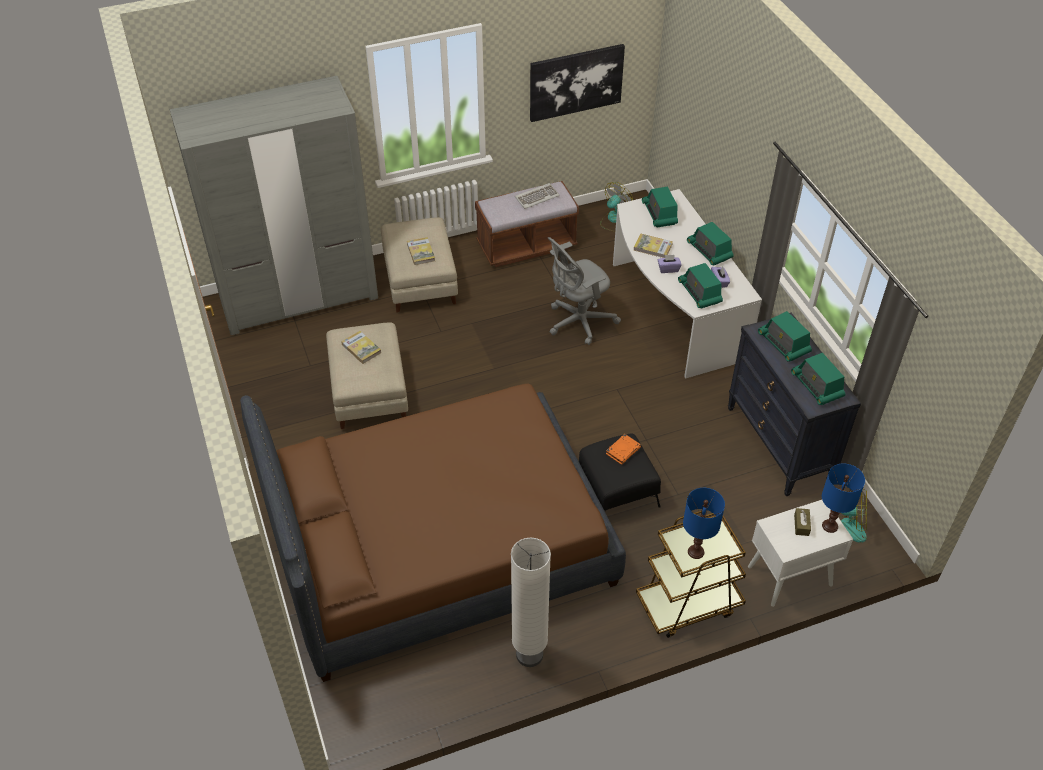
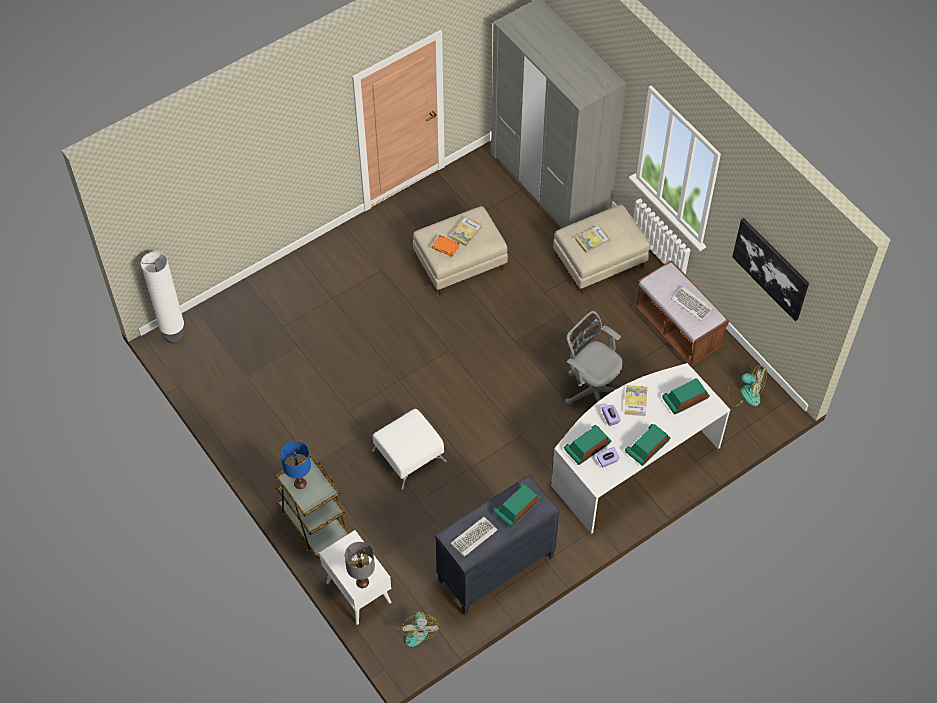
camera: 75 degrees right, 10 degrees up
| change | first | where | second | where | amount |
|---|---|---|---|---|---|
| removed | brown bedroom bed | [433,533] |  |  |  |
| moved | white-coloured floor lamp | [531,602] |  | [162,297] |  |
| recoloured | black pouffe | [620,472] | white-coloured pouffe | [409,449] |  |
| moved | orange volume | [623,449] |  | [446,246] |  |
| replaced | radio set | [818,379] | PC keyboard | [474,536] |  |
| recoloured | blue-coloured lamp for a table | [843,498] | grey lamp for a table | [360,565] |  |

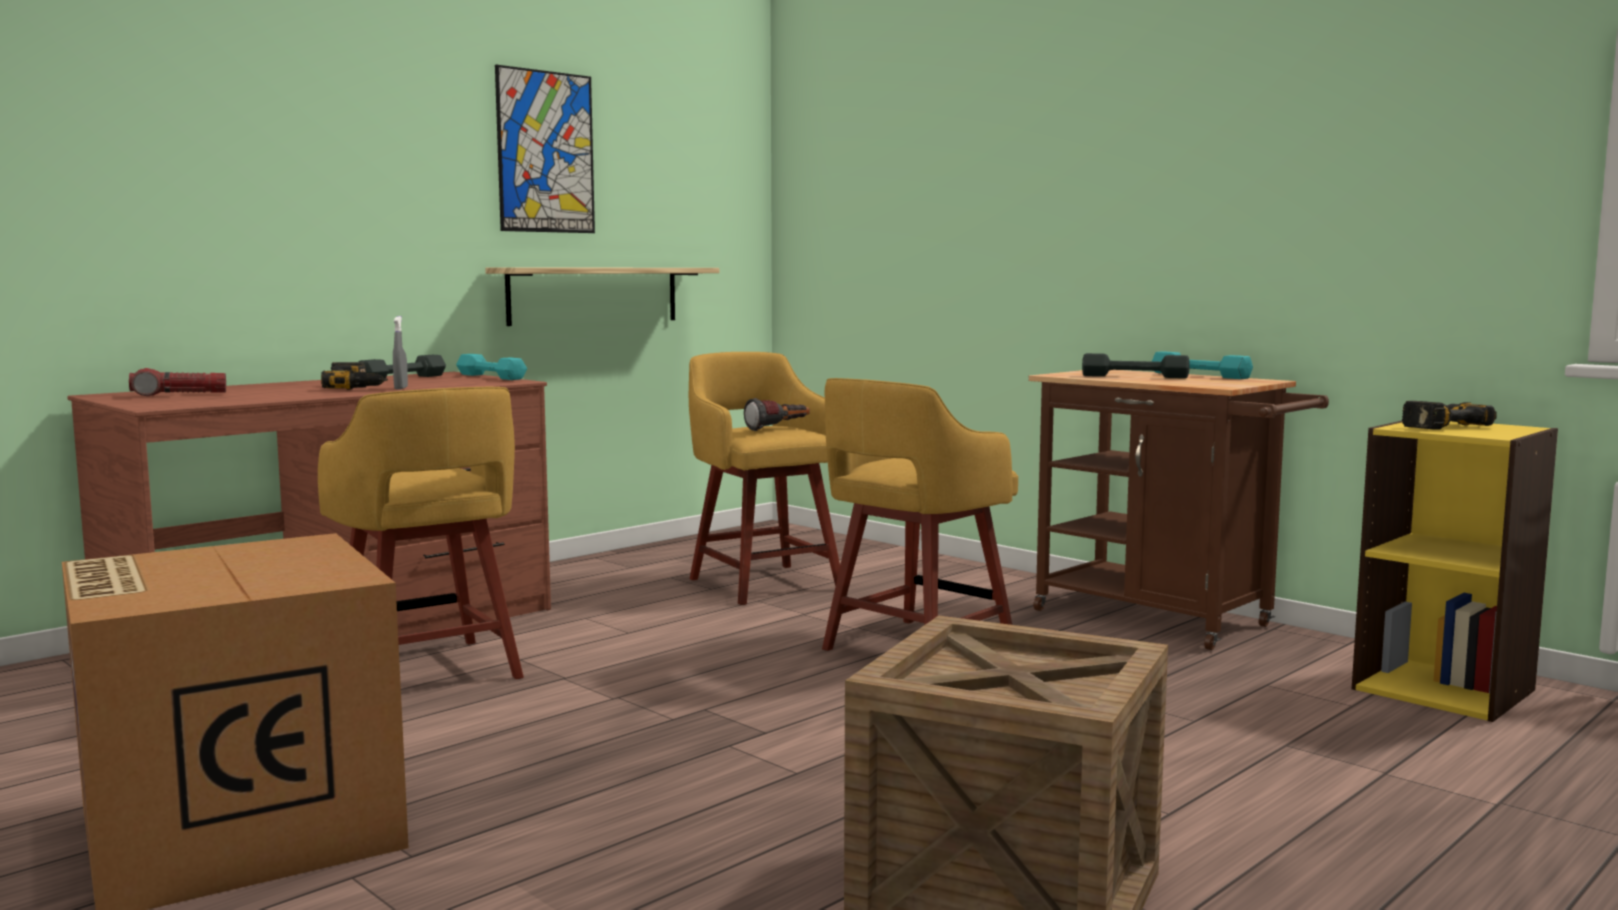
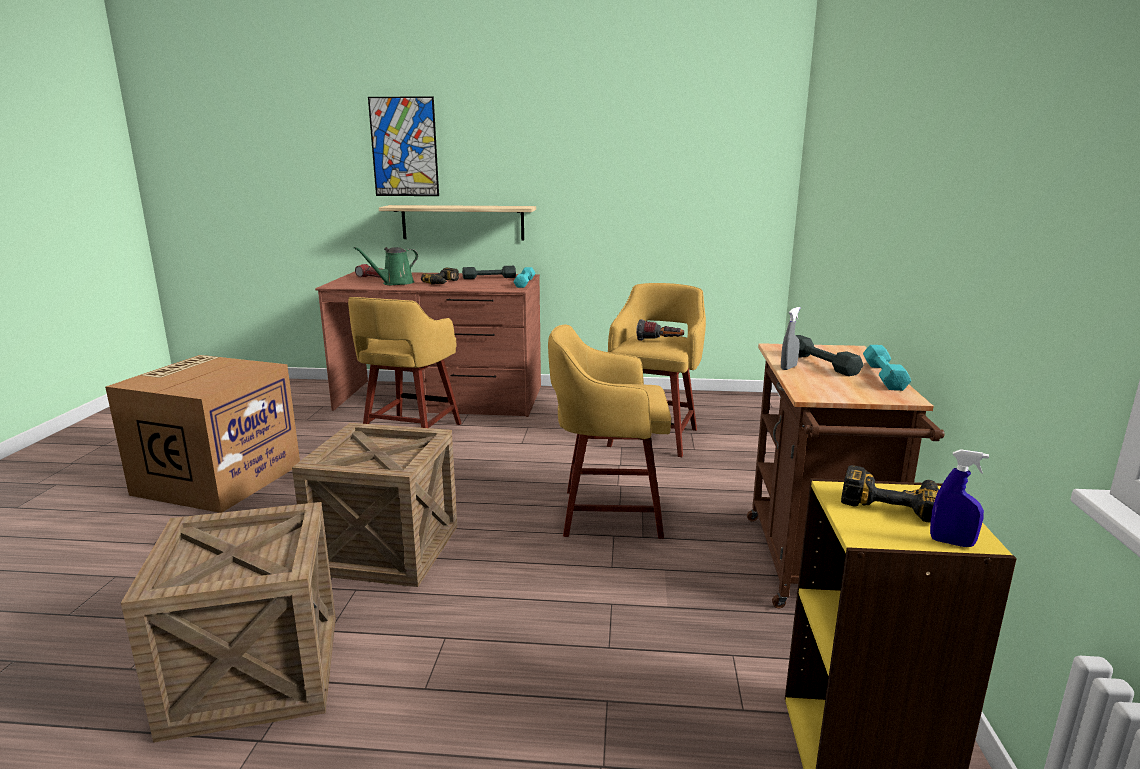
camera: 50 degrees right, 10 degrees up
| change | first | where | second | where | amount |
|---|---|---|---|---|---|
| moved | grey spray bottle | [400,353] |  | [791,338] |  |
| moved | bracket shelf | [602,296] |  | [457,223] |  |
| moved | picture | [545,149] |  | [403,146] |  |
| added |  |  | crate | [374,505] |  |
| added |  |  | greenish sprinkling can | [386,266] |  |
| added |  |  | blue-coloured spray bottle | [959,498] |  |

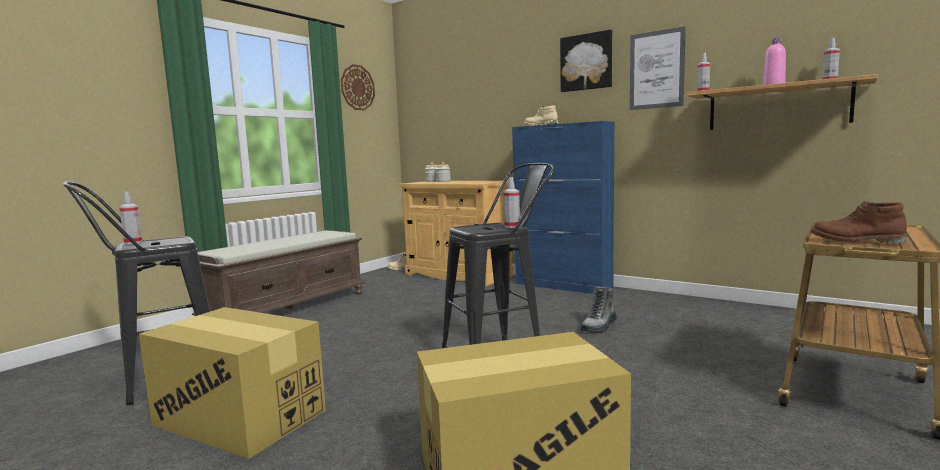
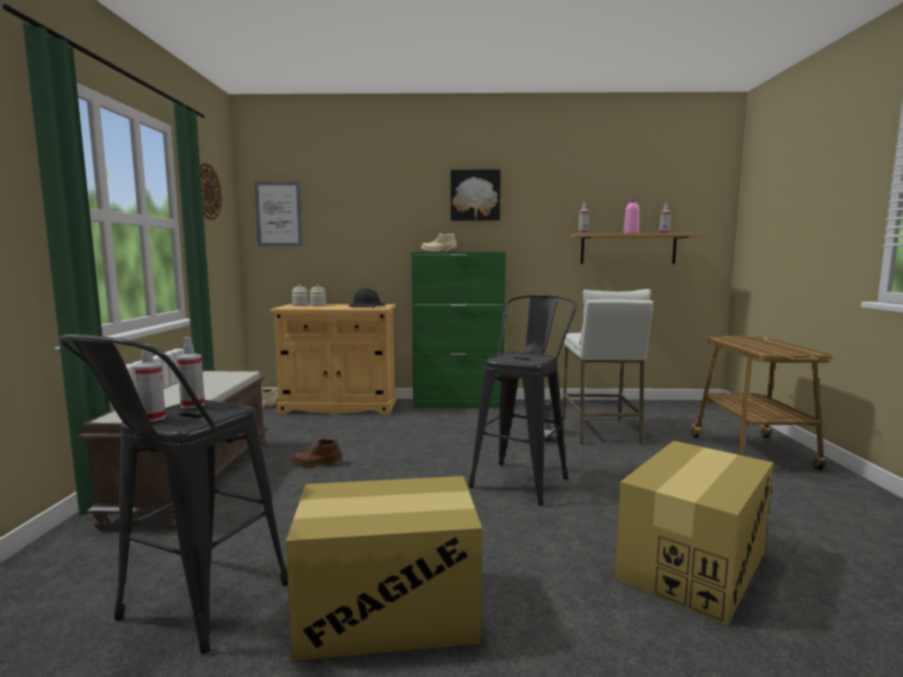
camera: 35 degrees left, 0 degrees up
| change | first | where | second | where | amount |
|---|---|---|---|---|---|
| moved | spray bottle | [512,202] |  | [191,373] |  |
| recoloured | blue-coloured cupboard | [563,207] | greenish cupboard | [458,330] |  |
| moved | picture | [658,68] |  | [278,214] |  |
| moved | brown tall boot | [859,222] |  | [317,453] |  |
| added |  |  | black hard hat | [367,298] |  |
| added |  |  | white-coloured stool seat | [607,366] |  |

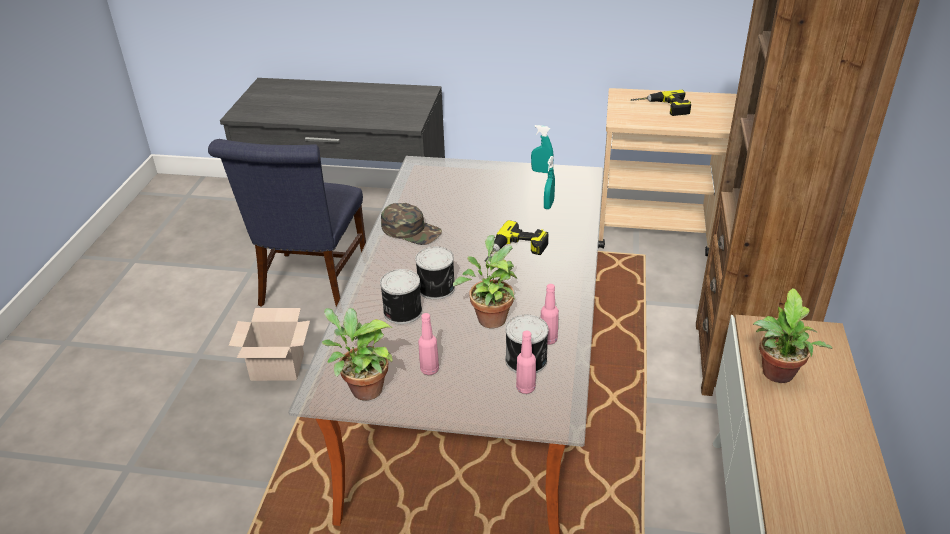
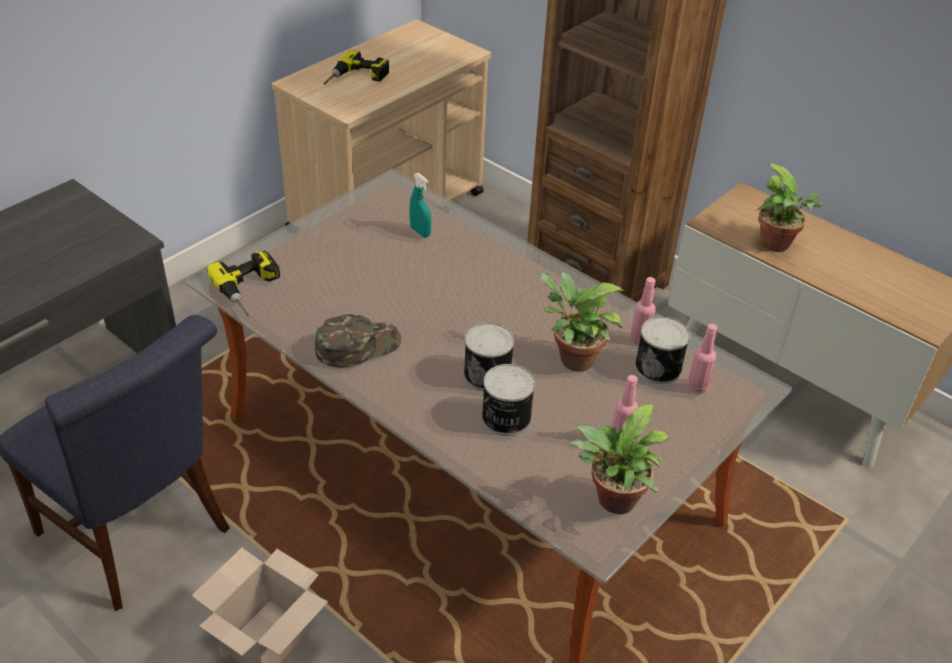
camera: 60 degrees left, 5 degrees up
| change | first | where | second | where | amount |
|---|---|---|---|---|---|
| moved | electric drill | [516,241] |  | [243,284] |  |
| removed | turquoise-coloured spray bottle | [542,149] |  |  |  |

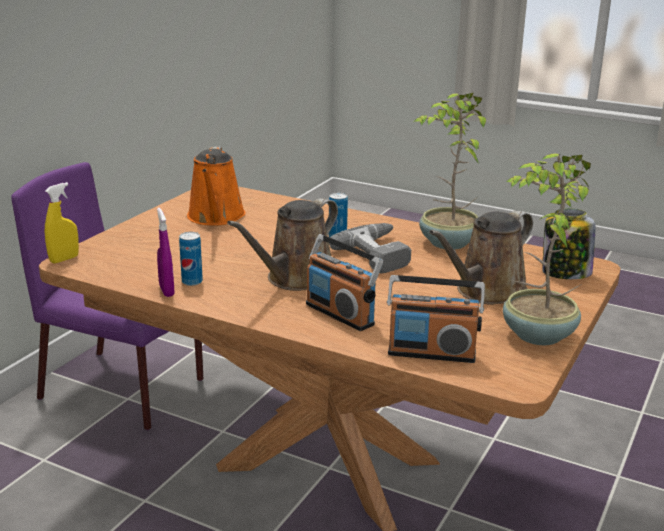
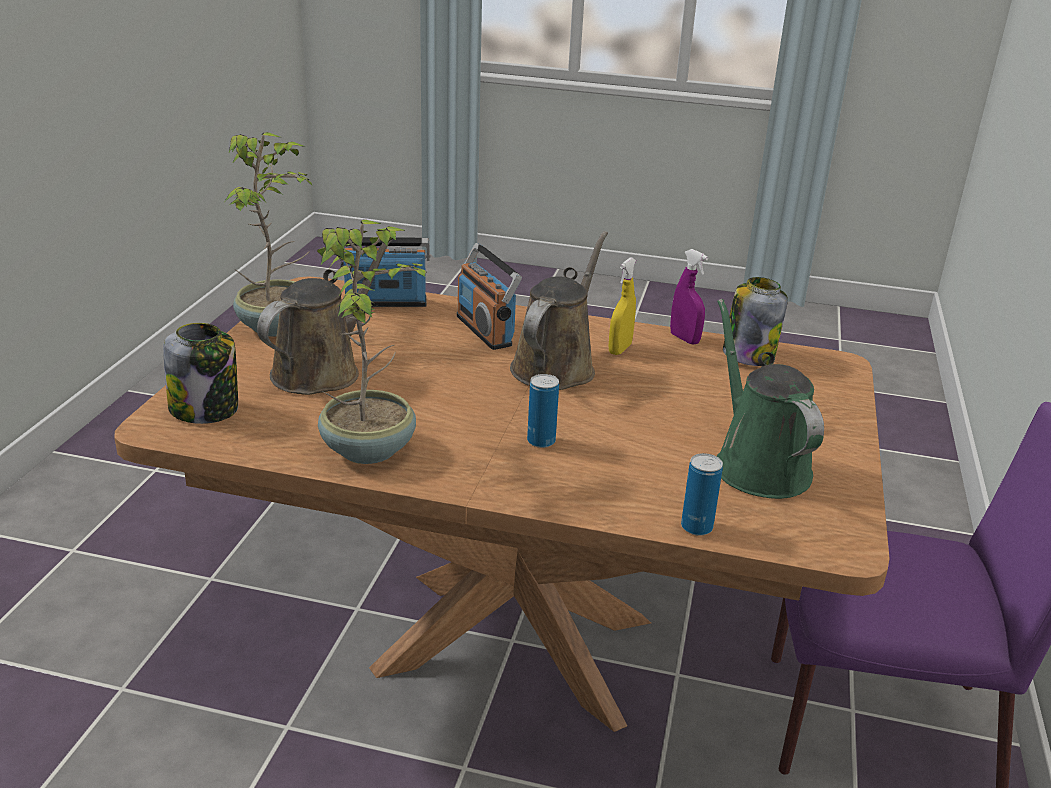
camera: 165 degrees right, 5 degrees up
| change | first | where | second | where | amount |
|---|---|---|---|---|---|
| moved | yellowish spray bottle | [62,222] |  | [622,306] |  |
| moved | metal can | [191,259] |  | [702,494] |  |
| recoloured | orange sprinkling can | [216,186] | greenish sprinkling can | [770,399] |  |
| turned | radio set | [344,282] |  | [489,296] | 150 degrees counterclockwise |
| removed | electric drill | [370,248] |  |  |  |
| added |  |  | jar | [755,321] |  |

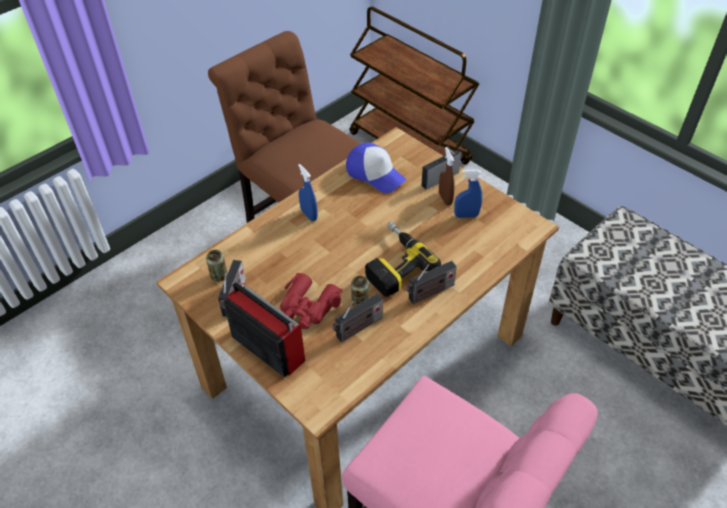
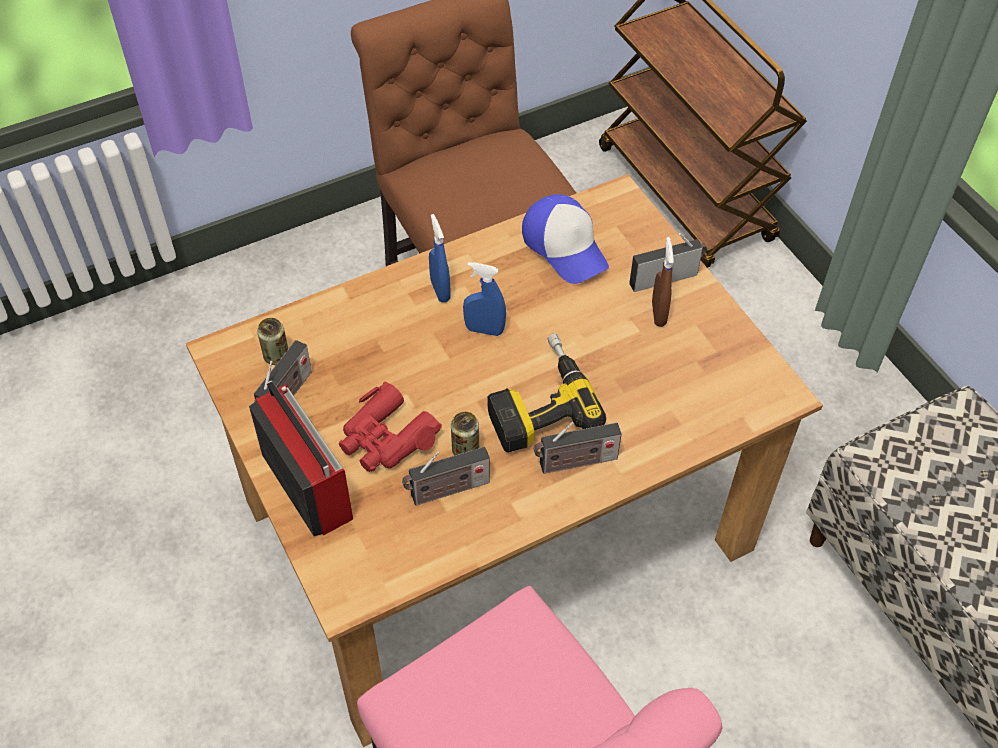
camera: 15 degrees right, 5 degrees up
| change | first | where | second | where | amount |
|---|---|---|---|---|---|
| moved | blue-coloured spray bottle | [468,194] |  | [484,299] |  |

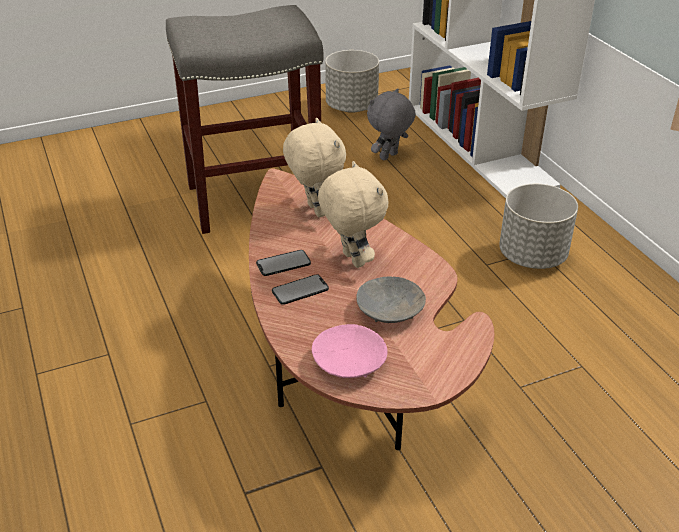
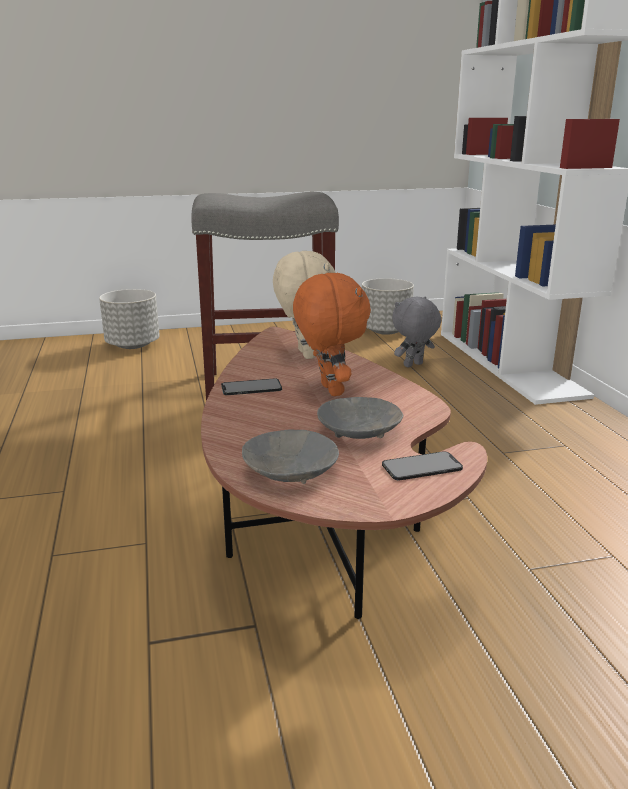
camera: 10 degrees right, 15 degrees down
| change | first | where | second | where | amount |
|---|---|---|---|---|---|
| moved | telephone | [300,289] |  | [422,465] |  |
| recoloured | pinkish deep dish | [349,351] | grey deep dish | [290,456] |  |
| recoloured | beige plush toy | [353,214] | orange plush toy | [332,334] |  |
| moved | grey plant pot | [538,226] |  | [129,319] |  |

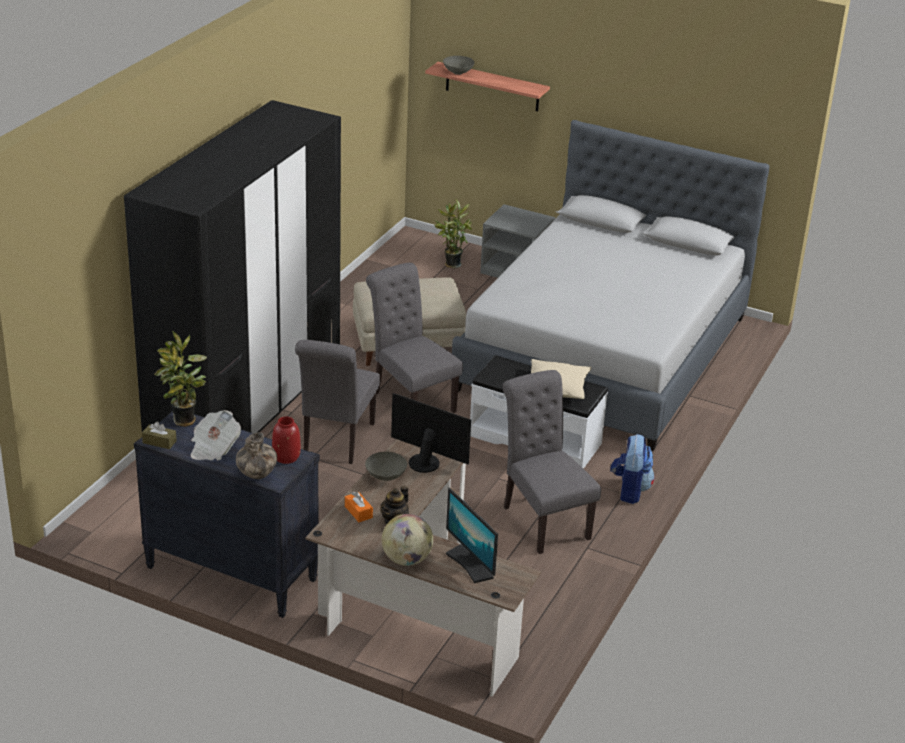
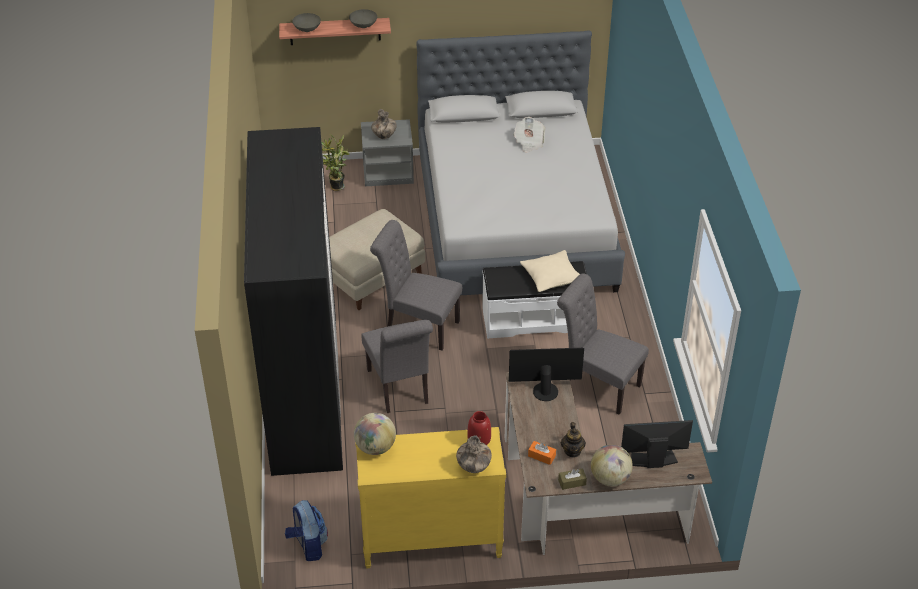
camera: 30 degrees left, 10 degrees up
| change | first | where | second | where | amount |
|---|---|---|---|---|---|
| recoloured | black dresser | [227,514] | yellowish dresser | [430,497] |  |
| moved | brown tissue box | [159,435] |  | [572,479] |  |
| replaced | houseplant | [180,379] | desk globe | [375,434] |  |
| moved | printed paper | [215,435] |  | [529,135] |  |
| moved | grey deep dish | [386,466] |  | [363,18] |  |
| turned | computer display | [472,535] |  | [657,444] | 150 degrees clockwise |
| moved | backpack | [632,469] |  | [306,530] |  |
| added |  |  | decorative vase | [384,124] |  |

